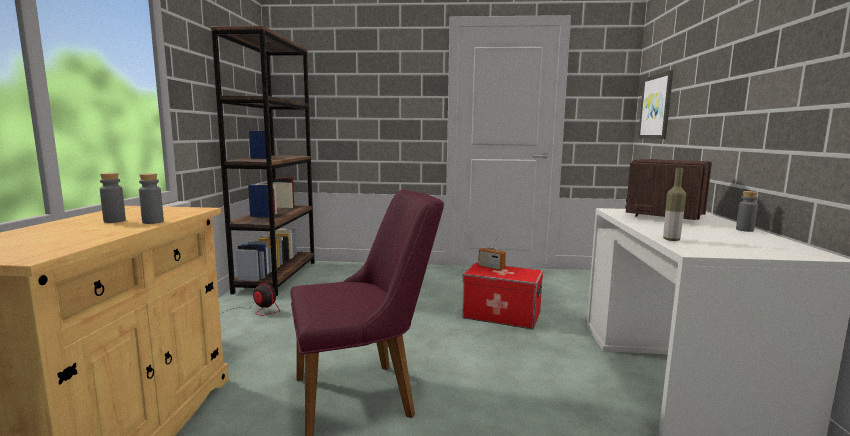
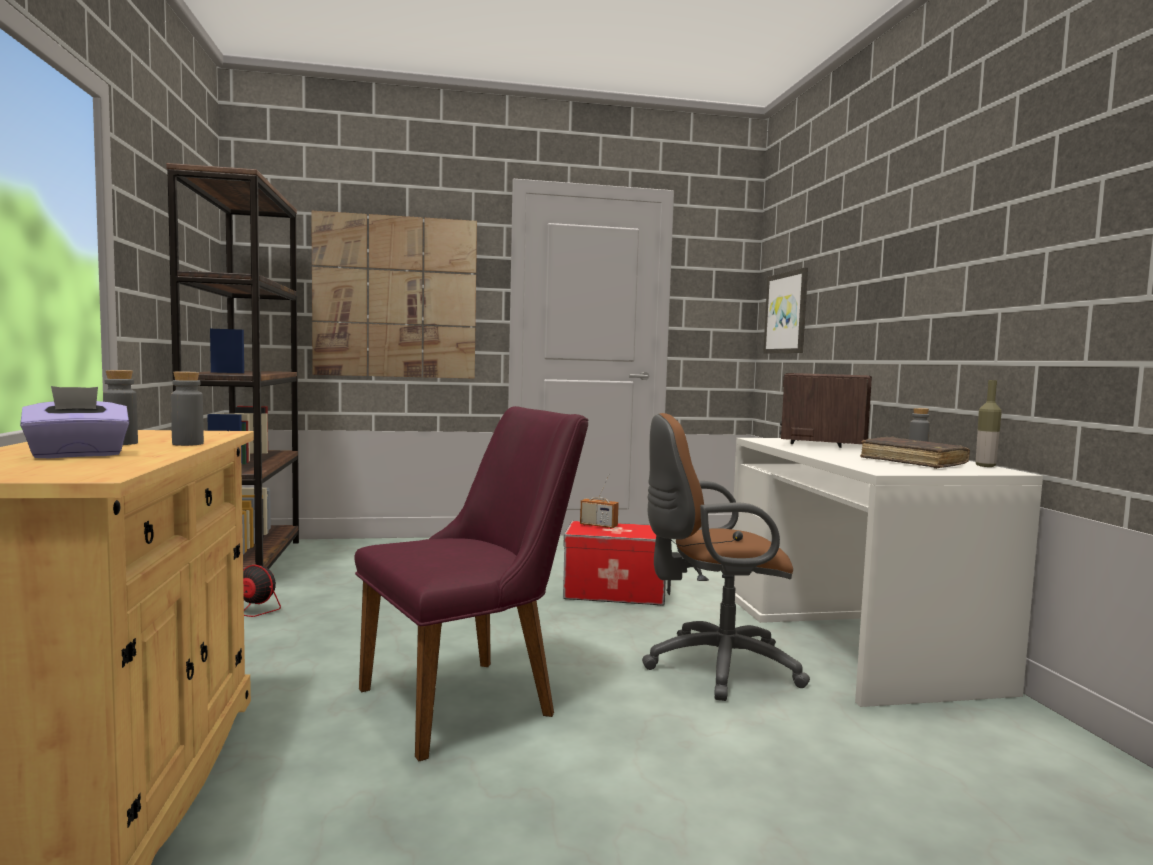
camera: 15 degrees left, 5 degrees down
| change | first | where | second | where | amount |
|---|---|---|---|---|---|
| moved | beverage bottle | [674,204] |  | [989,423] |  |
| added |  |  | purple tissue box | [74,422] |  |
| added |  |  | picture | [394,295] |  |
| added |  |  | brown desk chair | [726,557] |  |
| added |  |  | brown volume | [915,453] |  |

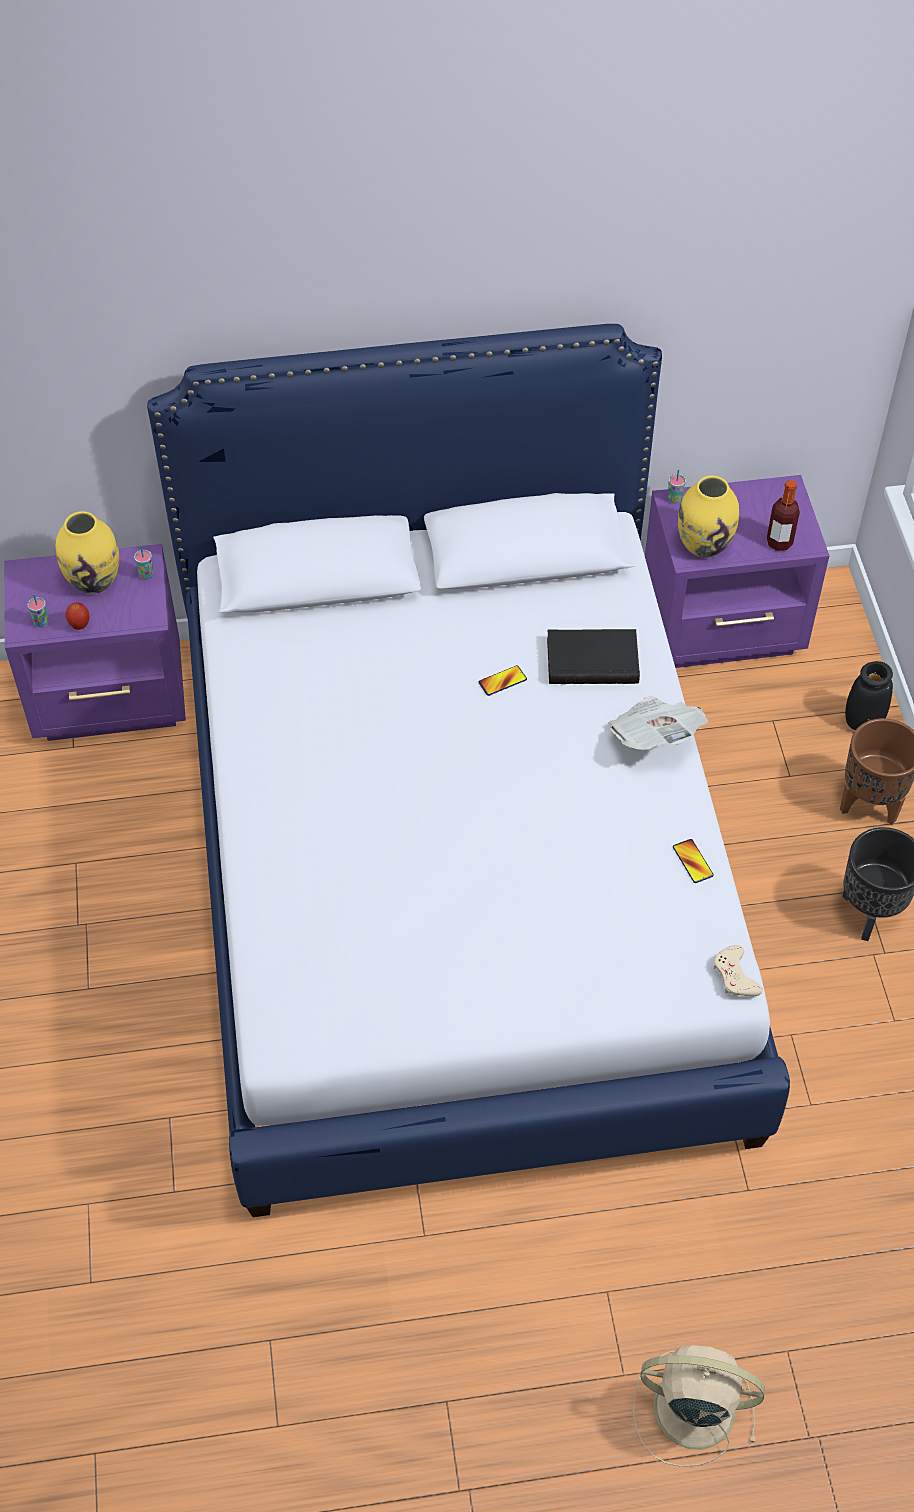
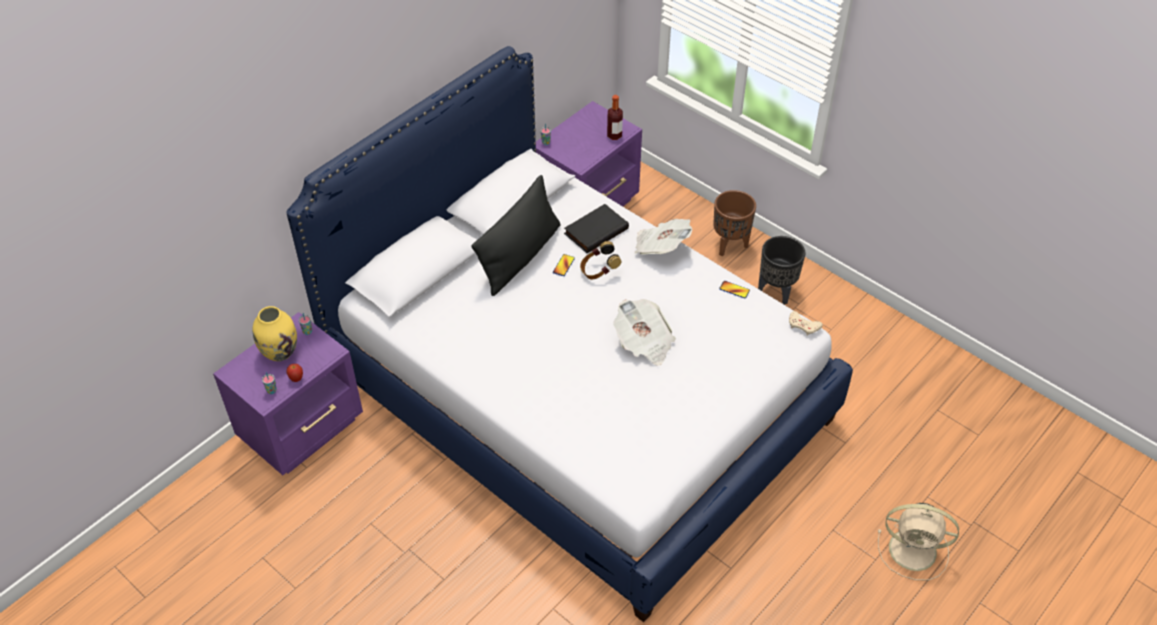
camera: 40 degrees left, 5 degrees down
| change | first | where | second | where | amount |
|---|---|---|---|---|---|
| turned | beige cooling fan | [699,1406] |  | [918,541] | 135 degrees counterclockwise |
| removed | yellowish decorative vase | [708,517] |  |  |  |
| removed | black decorative vase | [869,695] |  |  |  |
| added |  |  | black pillow | [516,235] |  |
| added |  |  | pair of headphones | [600,260] |  |
| added |  |  | printed paper | [644,332] |  |

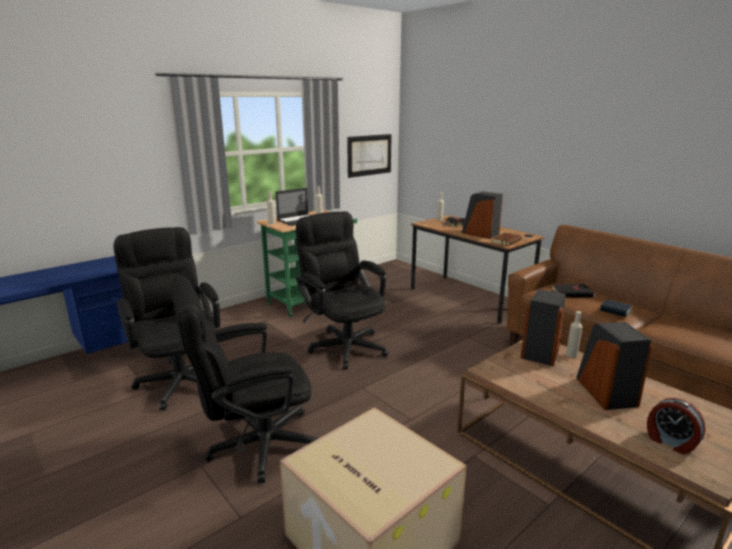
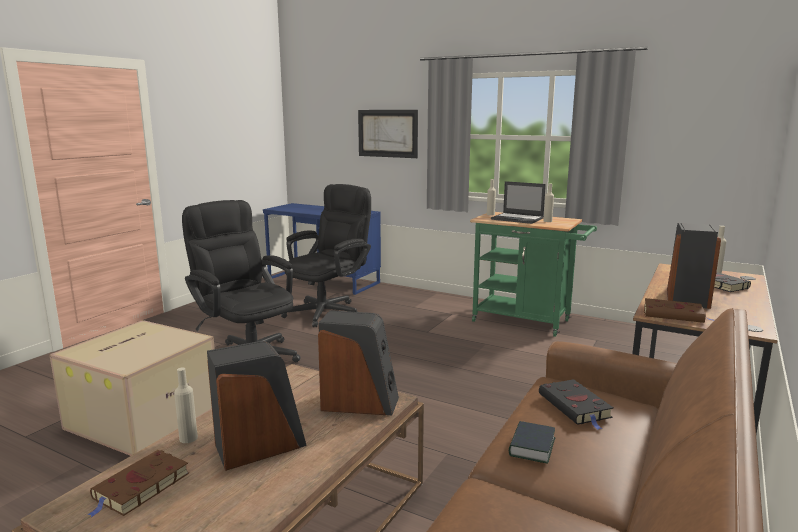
camera: 70 degrees right, 5 degrees down
| change | first | where | second | where | amount |
|---|---|---|---|---|---|
| removed | black desk chair | [342,290] |  |  |  |
| moved | picture | [369,156] |  | [388,134] |  |
| moved | beige beverage bottle | [574,334] |  | [186,405] |  |
| replaced | bedside clock | [676,426] | brown volume | [138,483] |  |

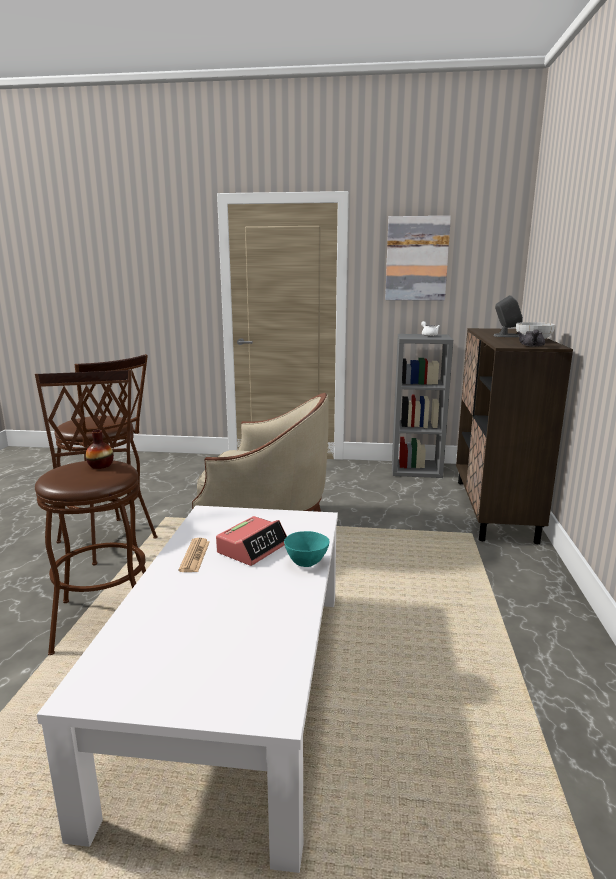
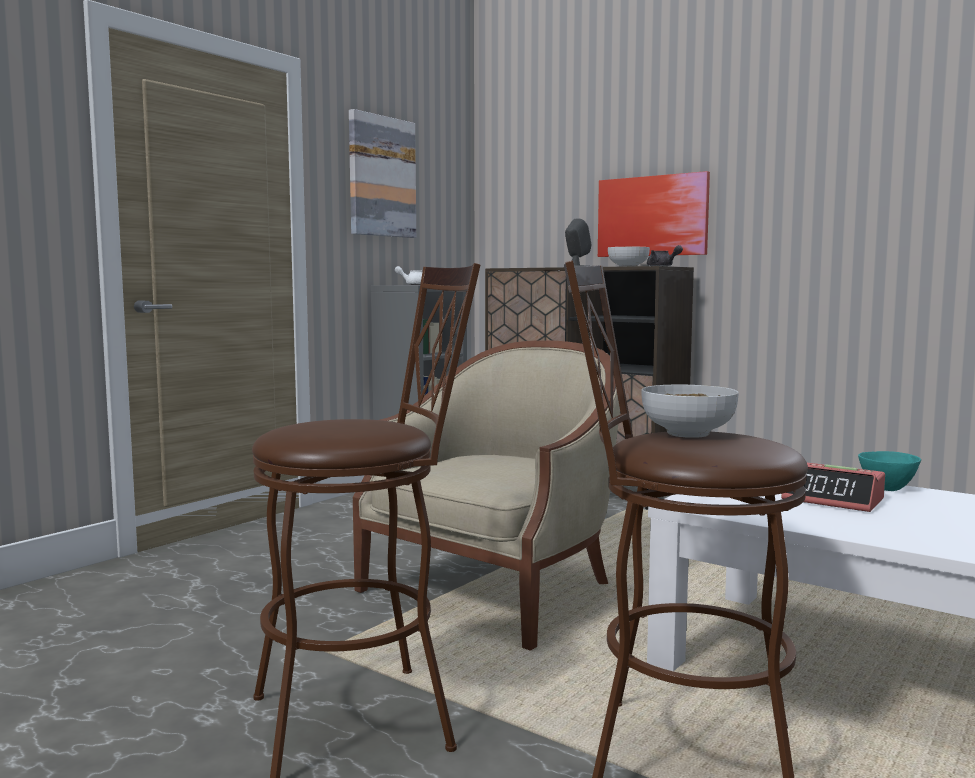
camera: 60 degrees left, 10 degrees down
| change | first | where | second | where | amount |
|---|---|---|---|---|---|
| replaced | decorative vase | [100,449] | deep dish | [690,411] |  |
| removed | printed paper | [194,555] |  |  |  |
| turned | bedside clock | [251,541] |  | [833,487] | 150 degrees clockwise |
| added |  |  | picture | [654,214] |  |

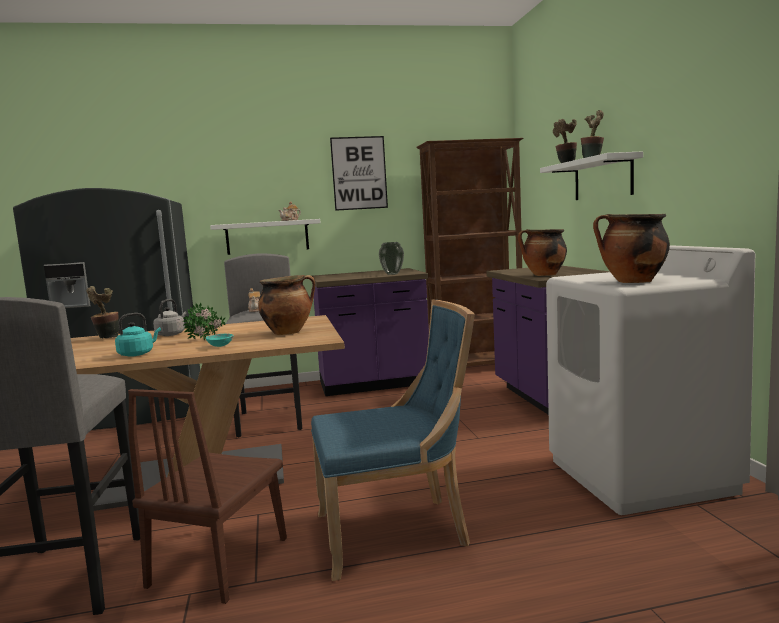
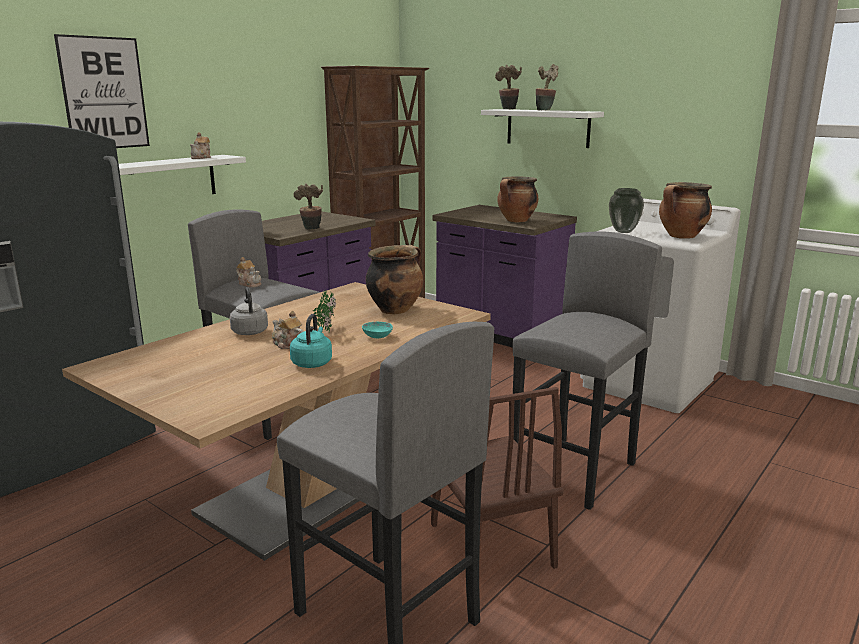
camera: 40 degrees left, 10 degrees up
| change | first | where | second | where | amount |
|---|---|---|---|---|---|
| moved | houseplant | [102,312] |  | [308,206] |  |
| replaced | blue-coloured upright chair | [393,440] | grey stool seat | [587,370] |  |
| moved | picture | [359,173] |  | [102,91] |  |
| moved | decorative vase | [391,258] |  | [626,210] |  |
| added |  |  | tea pot | [288,330] |  |

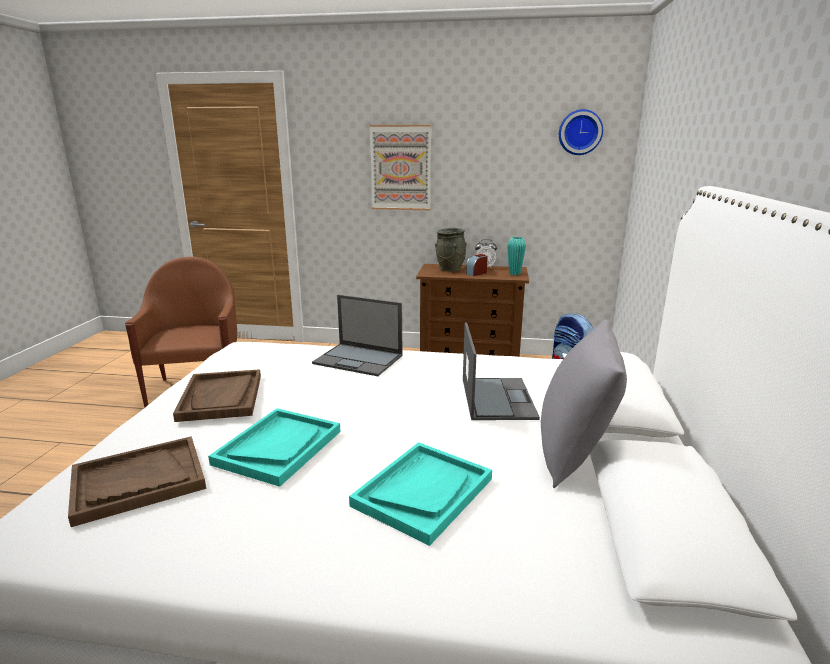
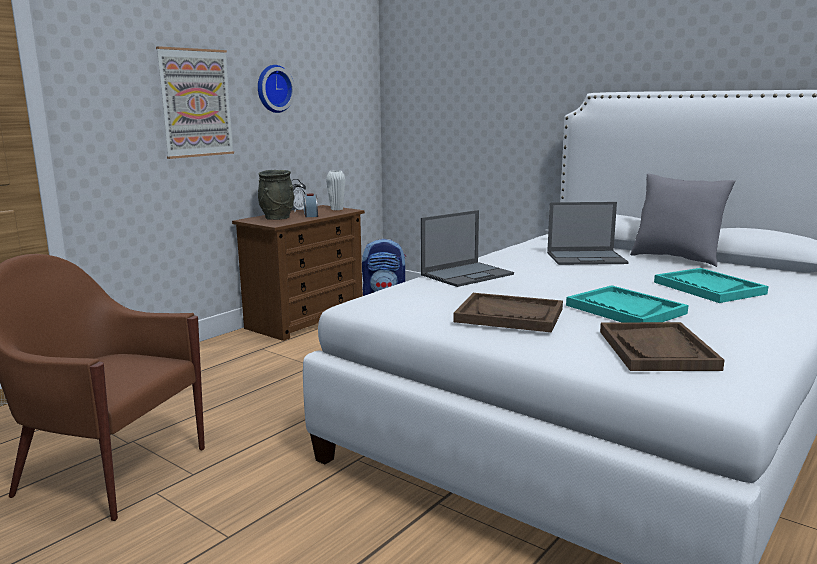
camera: 60 degrees left, 5 degrees down
| change | first | where | second | where | amount |
|---|---|---|---|---|---|
| turned | portable computer | [501,371] |  | [588,233] | 150 degrees clockwise |
| recoloured | turquoise-coloured decorative vase | [516,256] | white-coloured decorative vase | [336,190] |  |
| moved | clock on the wall | [581,132] |  | [276,89] |  |

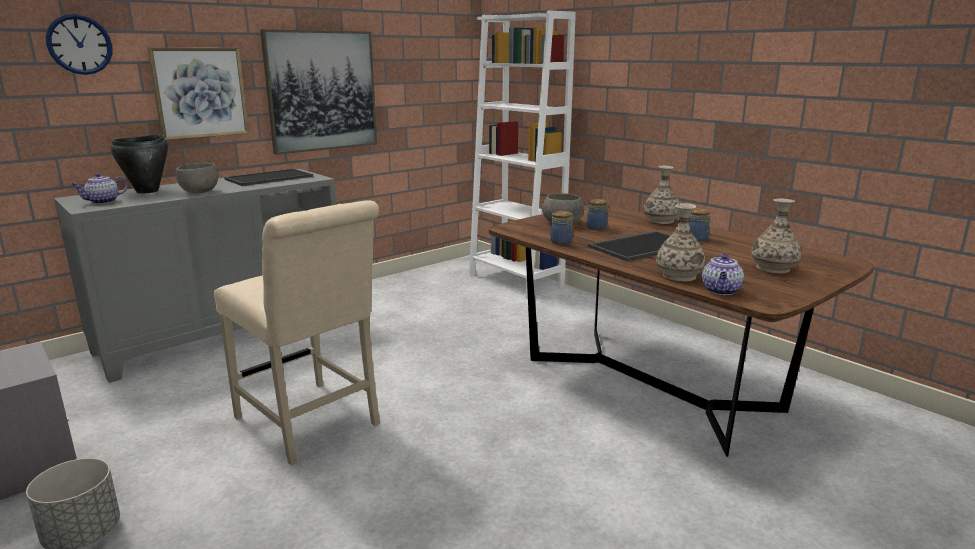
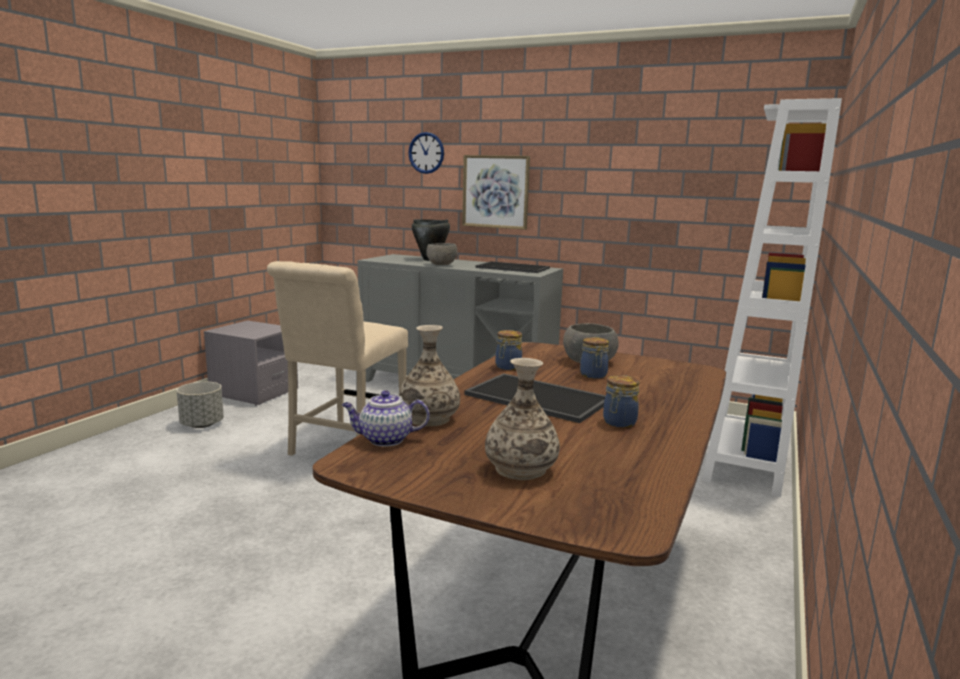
camera: 65 degrees right, 5 degrees down
| change | first | where | second | where | amount |
|---|---|---|---|---|---|
| removed | tea pot | [99,188] |  |  |  |
| removed | picture | [318,92] |  |  |  |
| removed | decorative vase | [662,195] |  |  |  |

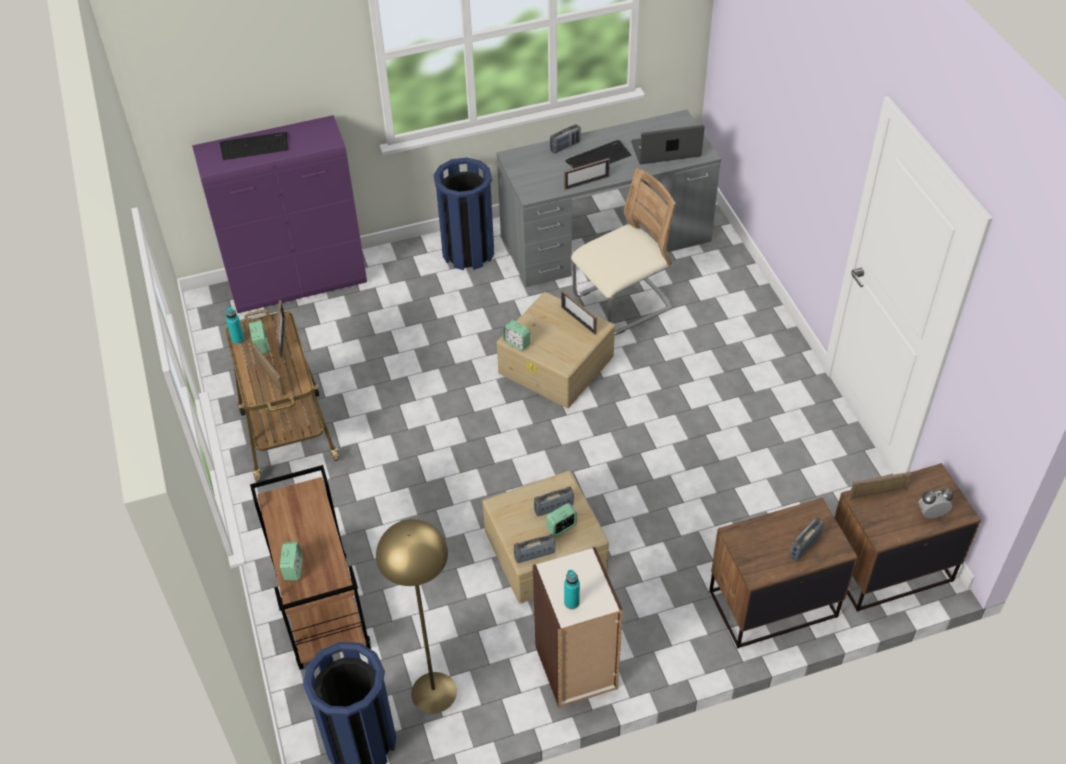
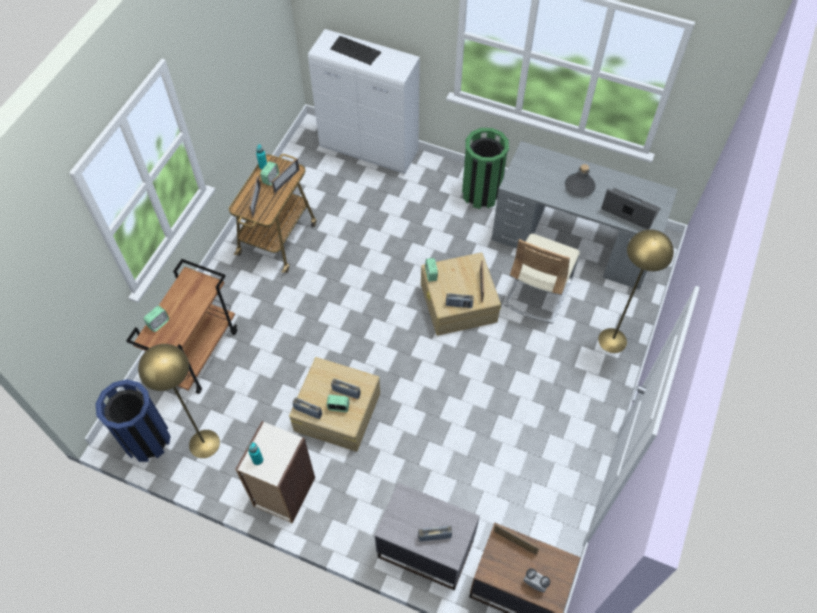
camera: 40 degrees right, 10 degrees up
| change | first | where | second | where | amount |
|---|---|---|---|---|---|
| recoloured | purple cupboard | [279,214] | white-coloured cupboard | [364,101] |  |
| recoloured | blue-coloured trash can | [464,214] | greenish trash can | [485,168] |  |
| moved | radio set | [565,139] |  | [460,300] |  |
| removed | picture frame | [587,174] |  |  |  |
| replaced | PC keyboard | [598,154] | grey beverage bottle | [580,180] |  |
| turned | beige upright chair | [623,251] |  | [542,278] | 105 degrees clockwise |
| recoloured | brown bedside table | [783,573] | grey bedside table | [427,536] |  |
| added |  |  | yellowish floor lamp | [636,291] |  |

